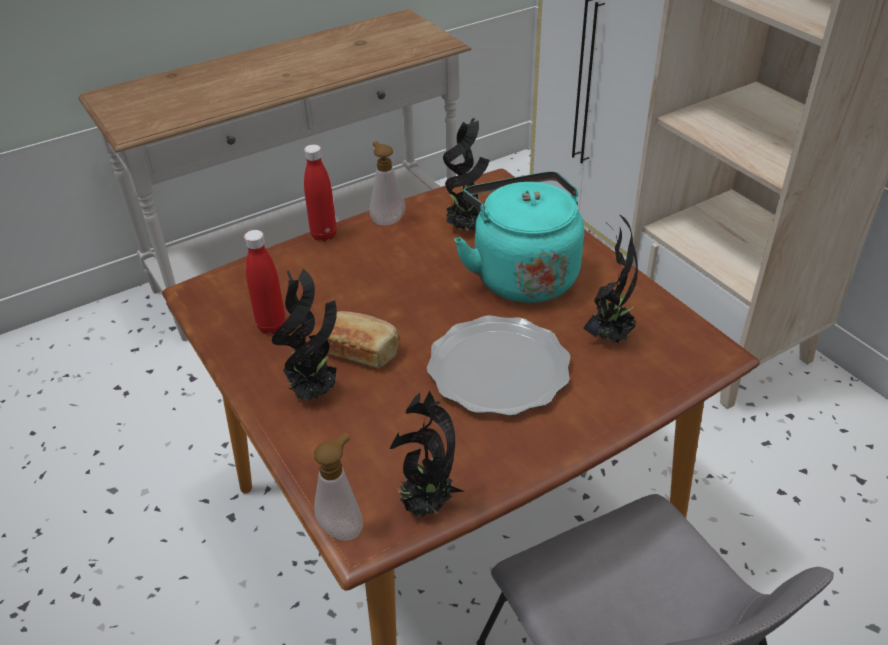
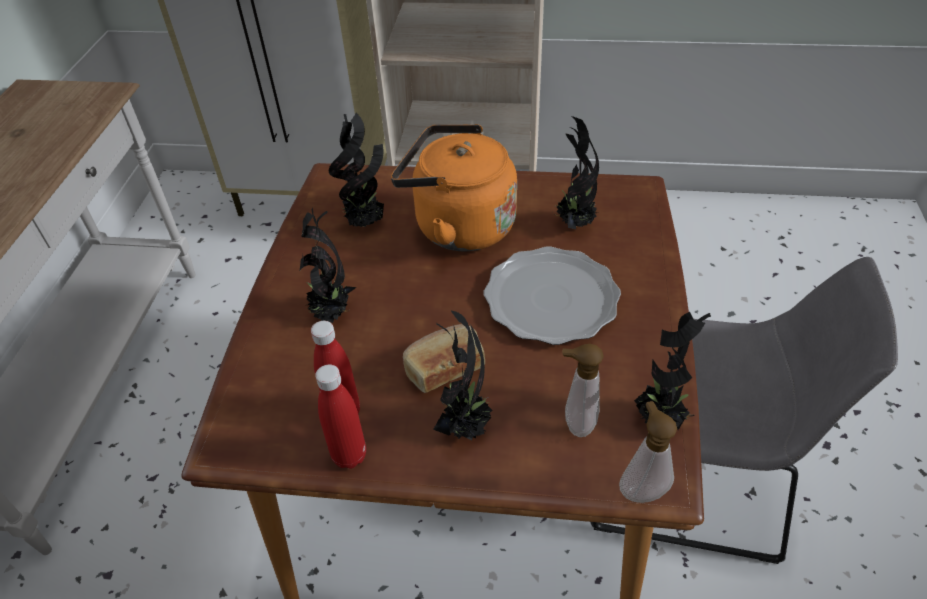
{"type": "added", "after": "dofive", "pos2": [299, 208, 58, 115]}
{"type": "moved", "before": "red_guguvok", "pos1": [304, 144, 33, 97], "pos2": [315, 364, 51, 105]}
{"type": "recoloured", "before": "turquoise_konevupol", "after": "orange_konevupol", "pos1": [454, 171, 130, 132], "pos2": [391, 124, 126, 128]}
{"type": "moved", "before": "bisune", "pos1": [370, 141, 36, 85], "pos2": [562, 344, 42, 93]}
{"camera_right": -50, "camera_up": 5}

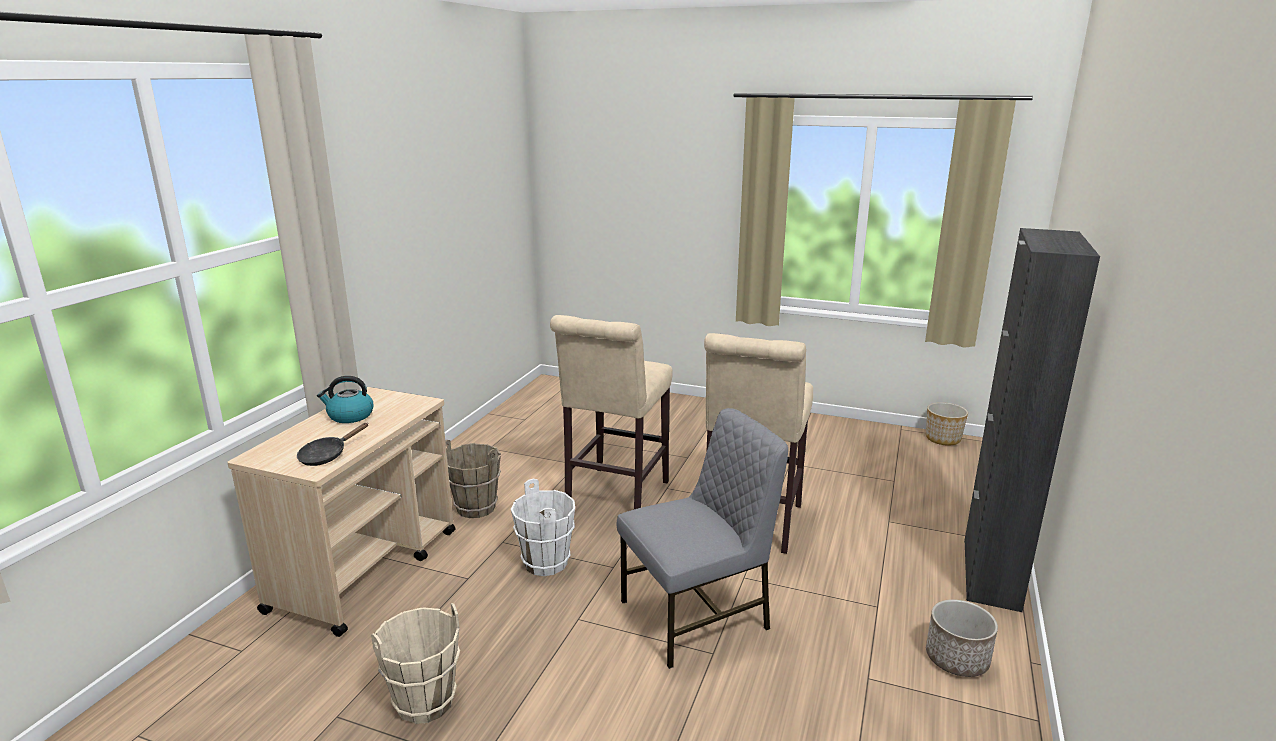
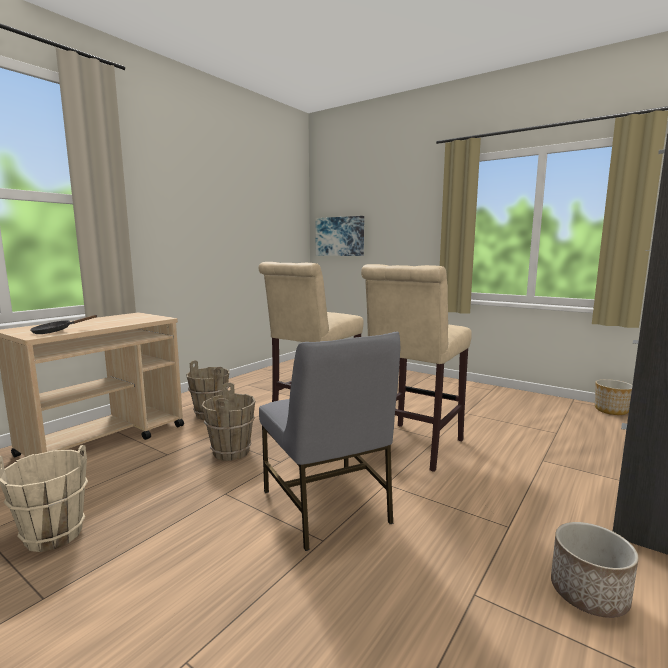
{"type": "recoloured", "before": "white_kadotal", "after": "brown_kadotal", "pos1": [511, 479, 64, 97], "pos2": [202, 383, 53, 78]}
{"type": "turned", "before": "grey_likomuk", "pos1": [616, 408, 172, 261], "pos2": [259, 332, 141, 219], "turn": 75}
{"type": "added", "after": "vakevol", "pos2": [315, 216, 49, 40]}
{"type": "removed", "before": "konevupol", "pos1": [317, 376, 56, 47]}
{"camera_right": 15, "camera_up": -10}

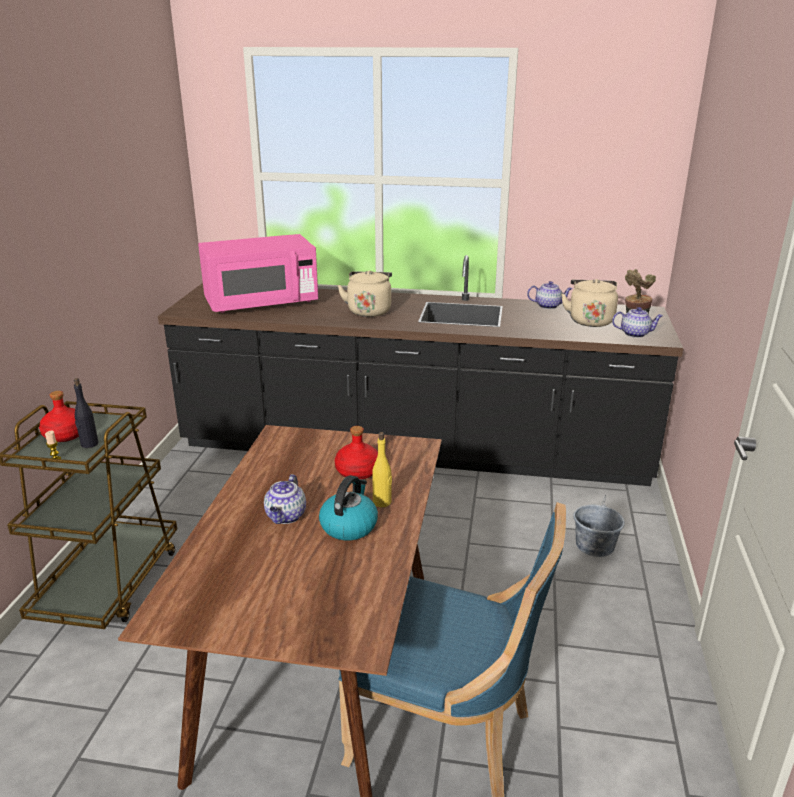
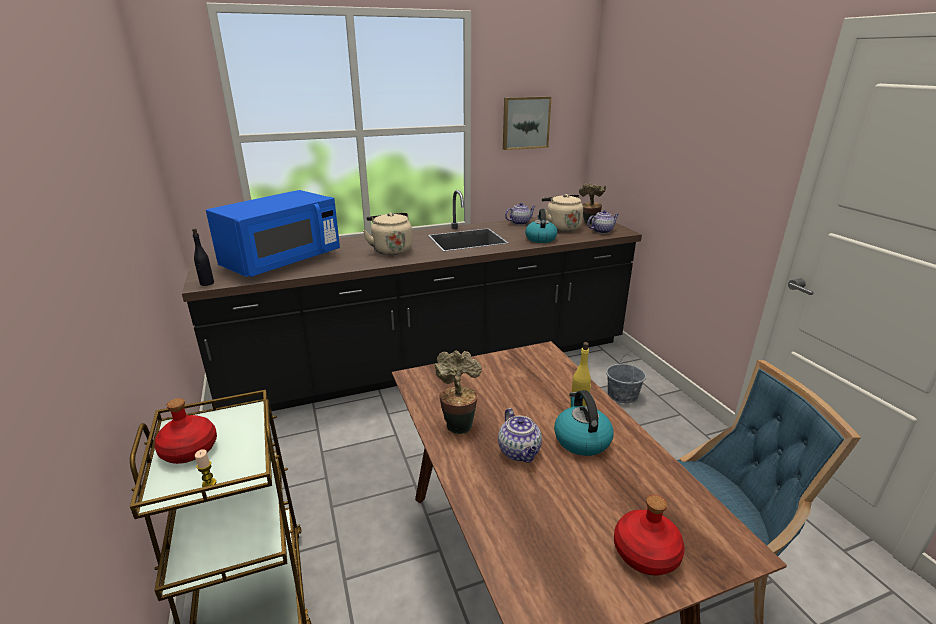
{"type": "moved", "before": "black_guguvok", "pos1": [74, 378, 24, 70], "pos2": [192, 228, 22, 58]}
{"type": "recoloured", "before": "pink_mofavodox", "after": "blue_mofavodox", "pos1": [198, 234, 120, 79], "pos2": [206, 190, 134, 87]}
{"type": "added", "after": "dofive", "pos2": [434, 350, 48, 84]}
{"type": "added", "after": "vakevol", "pos2": [503, 96, 49, 54]}
{"type": "added", "after": "konevupol", "pos2": [525, 209, 32, 34]}
{"type": "moved", "before": "red_guguvok", "pos1": [335, 426, 43, 53], "pos2": [614, 495, 71, 81]}
{"camera_right": -30, "camera_up": 0}

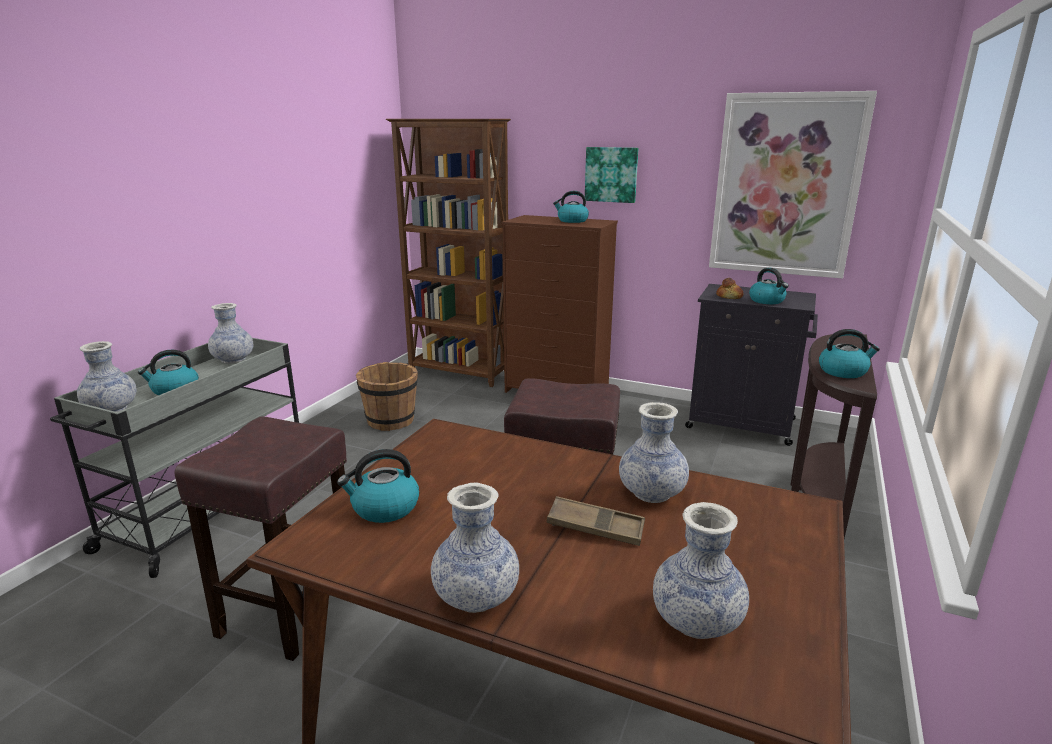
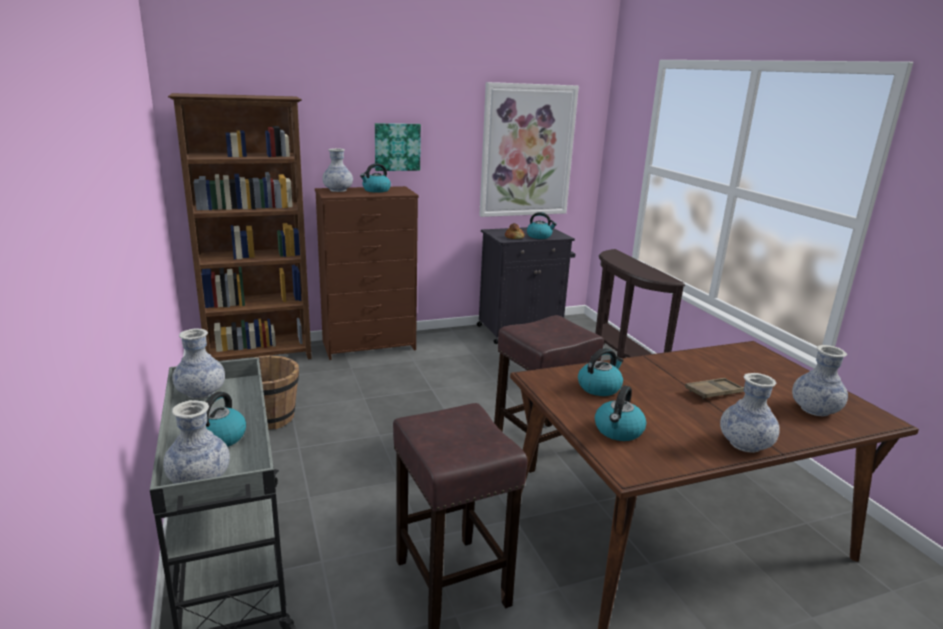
{"type": "moved", "before": "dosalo", "pos1": [619, 402, 70, 101], "pos2": [322, 148, 31, 44]}
{"type": "moved", "before": "konevupol", "pos1": [819, 329, 61, 49], "pos2": [578, 348, 46, 48]}
{"camera_right": -45, "camera_up": 0}

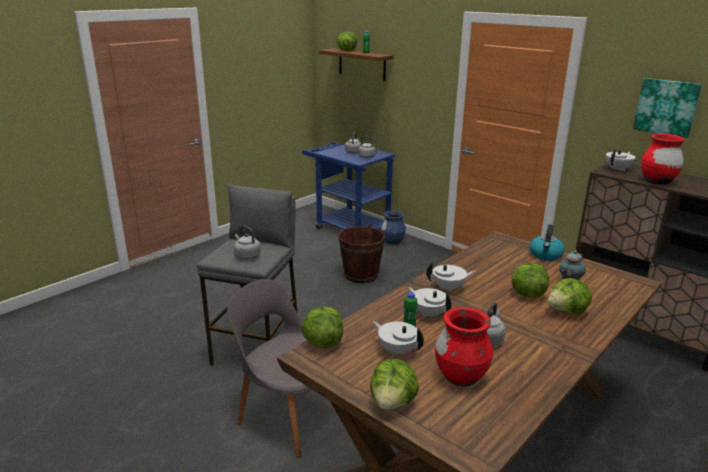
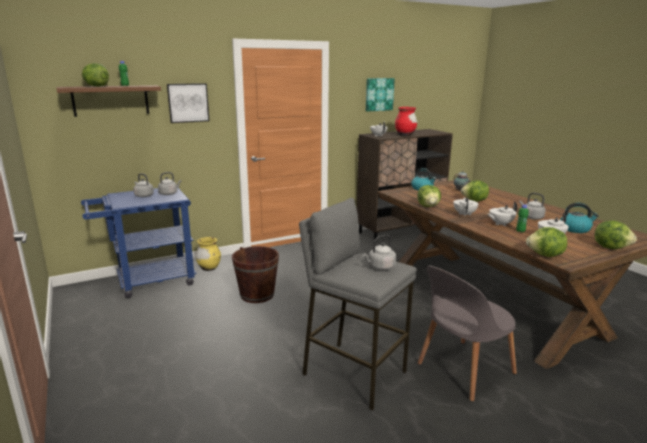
{"type": "added", "after": "vakevol", "pos2": [167, 83, 42, 40]}
{"type": "recoloured", "before": "blue_dosalo", "after": "yellow_dosalo", "pos1": [381, 211, 25, 34], "pos2": [195, 237, 26, 34]}
{"type": "moved", "before": "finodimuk", "pos1": [547, 278, 45, 37], "pos2": [417, 185, 24, 22]}
{"type": "replaced", "before": "red_dosalo", "after": "konevupol", "pos1": [435, 307, 58, 80], "pos2": [560, 203, 39, 30]}
{"camera_right": -70, "camera_up": -5}

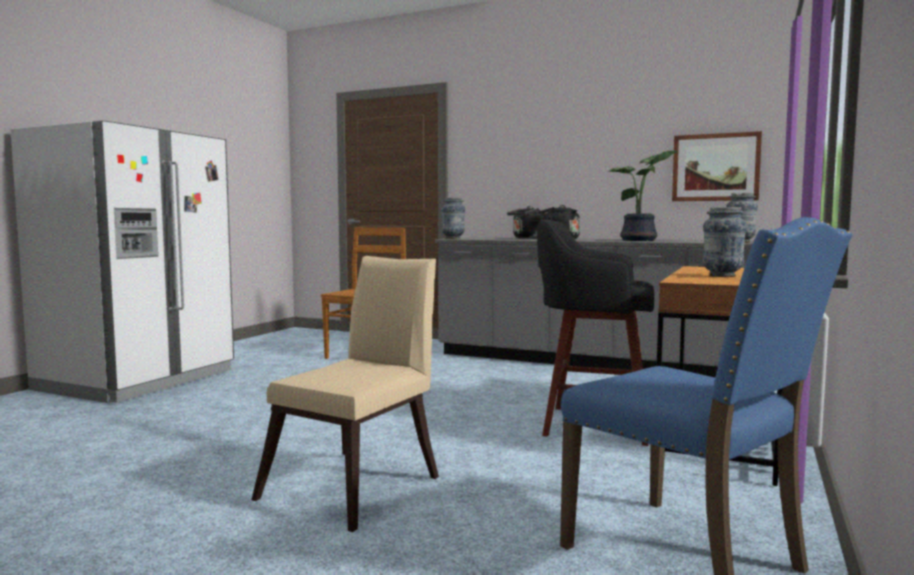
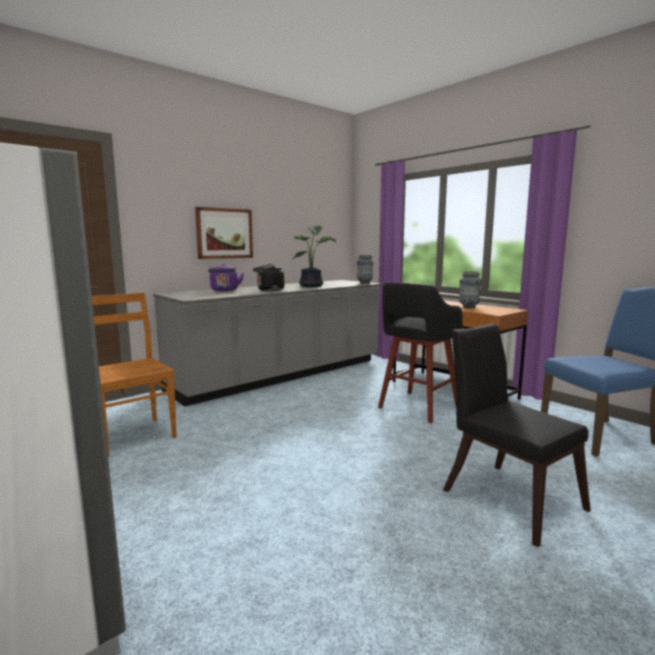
{"type": "moved", "before": "vakevol", "pos1": [672, 131, 90, 70], "pos2": [195, 207, 58, 52]}
{"type": "recoloured", "before": "black_konevupol", "after": "purple_konevupol", "pos1": [507, 206, 38, 33], "pos2": [208, 264, 36, 27]}
{"type": "recoloured", "before": "beige_likomuk", "after": "black_likomuk", "pos1": [251, 256, 188, 276], "pos2": [443, 323, 148, 224]}
{"type": "removed", "before": "dosalo", "pos1": [441, 198, 24, 41]}
{"camera_right": -65, "camera_up": 5}

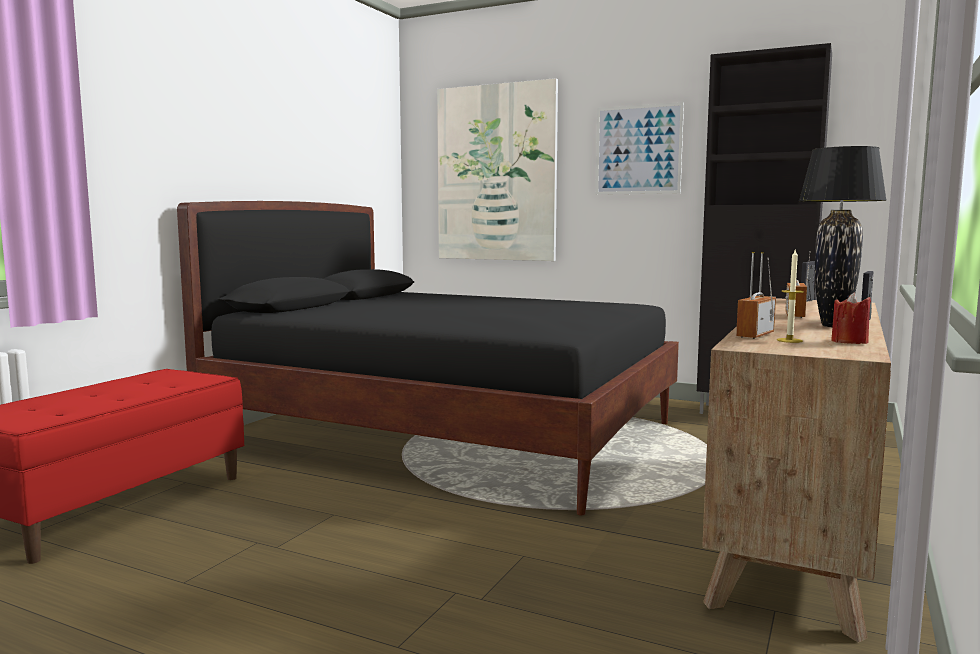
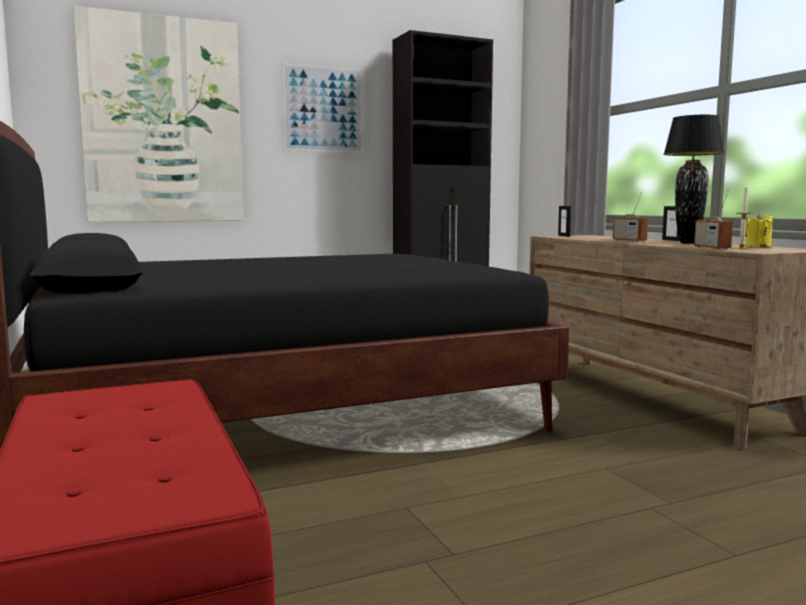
{"type": "recoloured", "before": "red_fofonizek", "after": "yellow_fofonizek", "pos1": [831, 293, 40, 51], "pos2": [745, 213, 28, 34]}
{"camera_right": -50, "camera_up": 0}

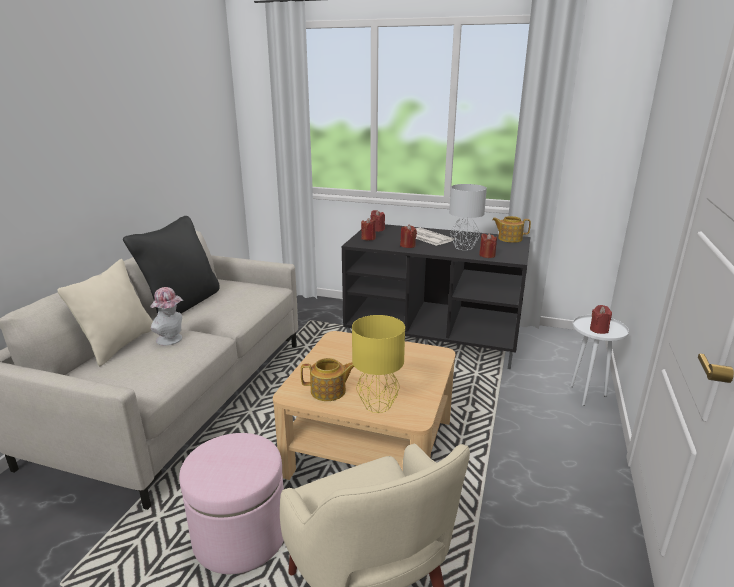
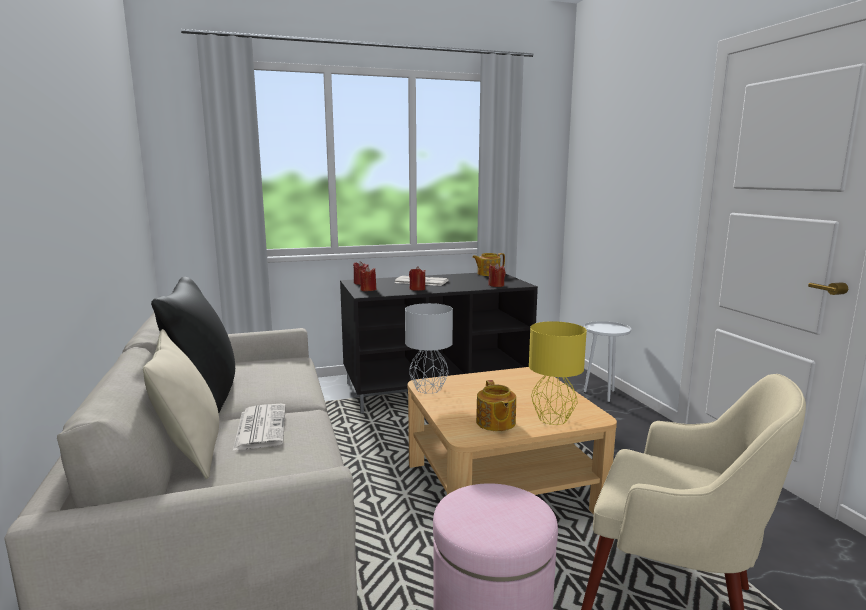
{"type": "replaced", "before": "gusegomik", "after": "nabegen", "pos1": [150, 287, 33, 58], "pos2": [233, 404, 53, 46]}
{"type": "moved", "before": "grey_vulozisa", "pos1": [449, 184, 38, 66], "pos2": [405, 303, 48, 91]}
{"type": "turned", "before": "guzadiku", "pos1": [301, 358, 53, 43], "pos2": [476, 380, 40, 51], "turn": 120}
{"type": "removed", "before": "red_fofonizek", "pos1": [590, 305, 22, 29]}
{"camera_right": -35, "camera_up": -10}

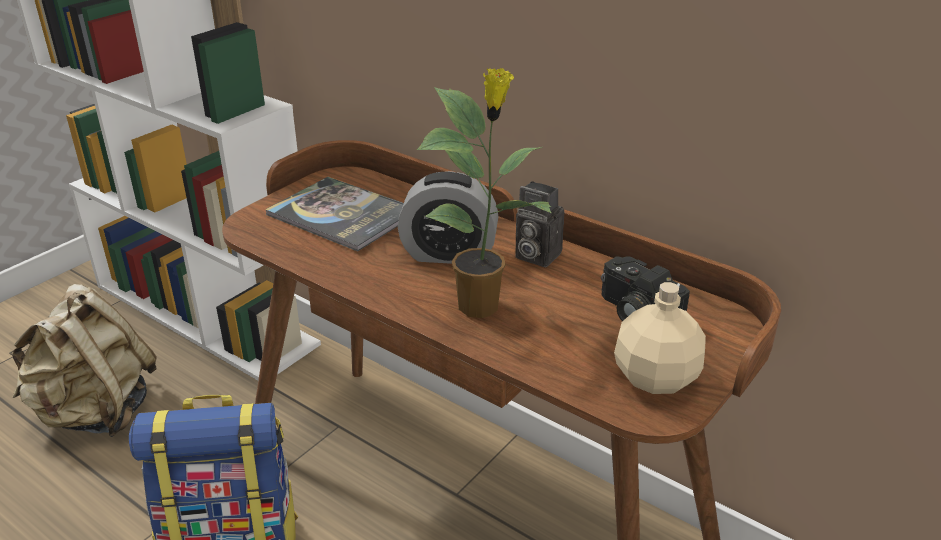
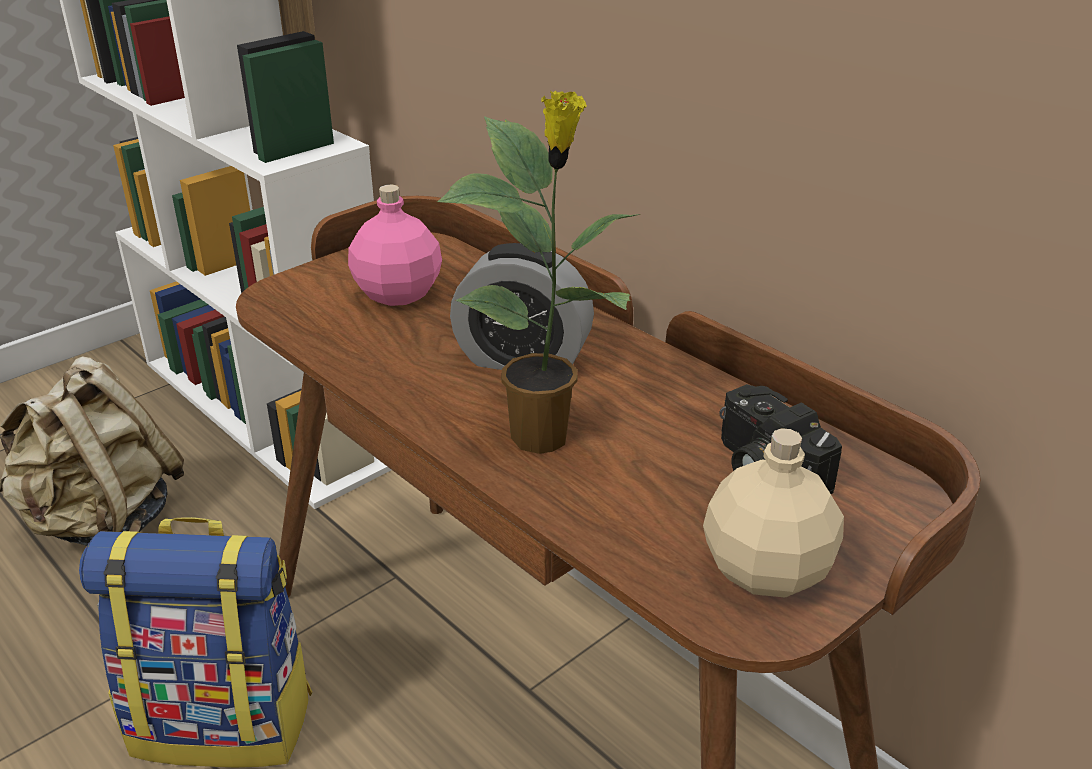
{"type": "replaced", "before": "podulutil", "after": "pink_guguvok", "pos1": [265, 177, 139, 74], "pos2": [348, 185, 94, 121]}
{"type": "removed", "before": "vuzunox", "pos1": [515, 181, 49, 86]}
{"camera_right": 10, "camera_up": 0}

